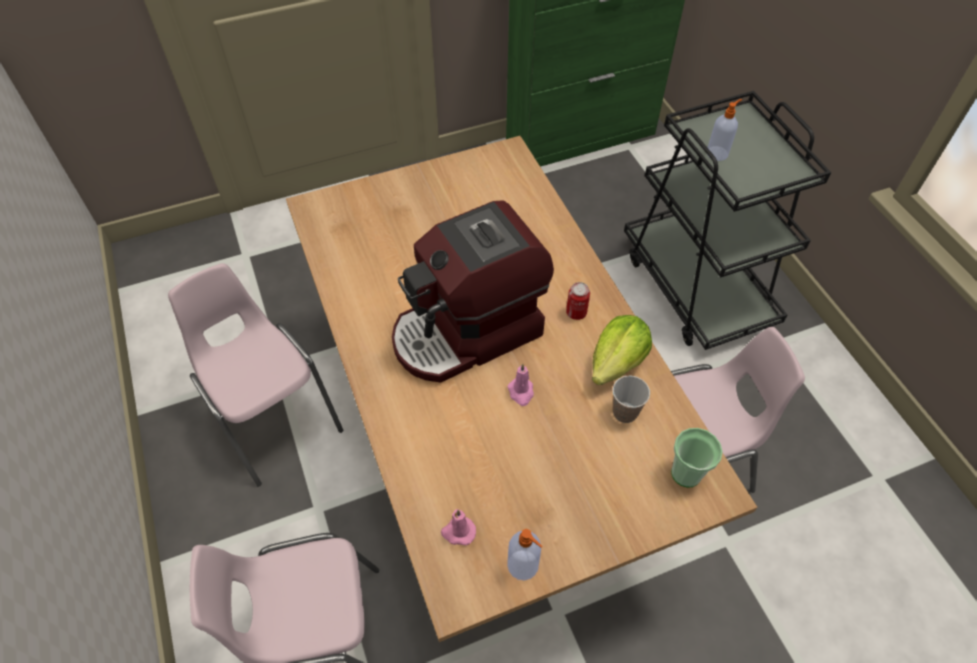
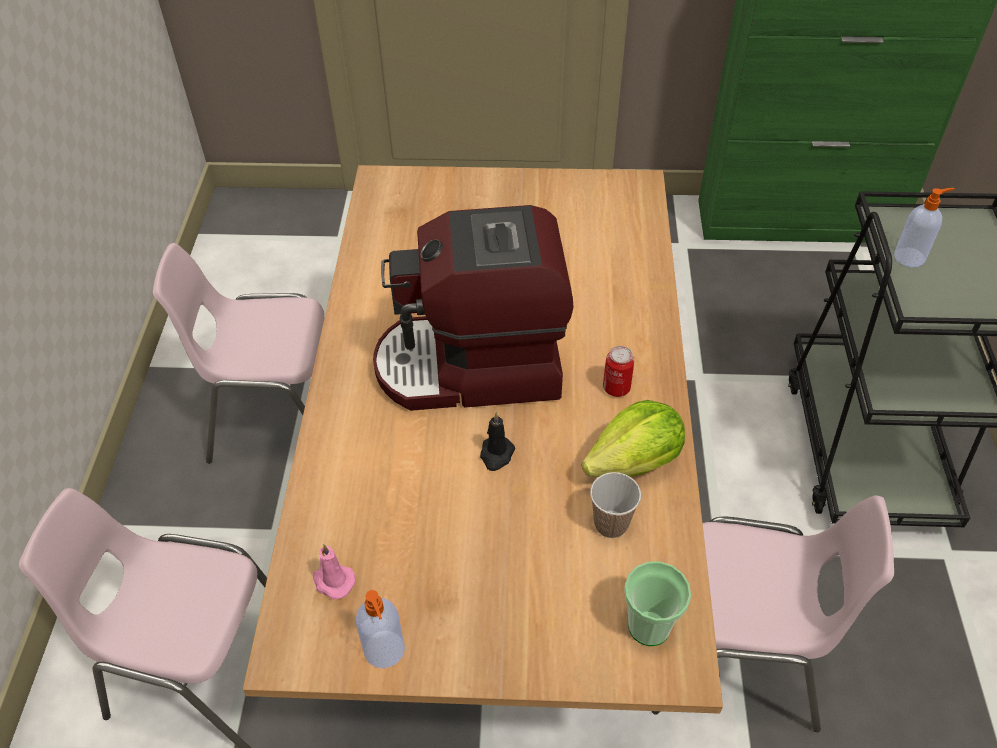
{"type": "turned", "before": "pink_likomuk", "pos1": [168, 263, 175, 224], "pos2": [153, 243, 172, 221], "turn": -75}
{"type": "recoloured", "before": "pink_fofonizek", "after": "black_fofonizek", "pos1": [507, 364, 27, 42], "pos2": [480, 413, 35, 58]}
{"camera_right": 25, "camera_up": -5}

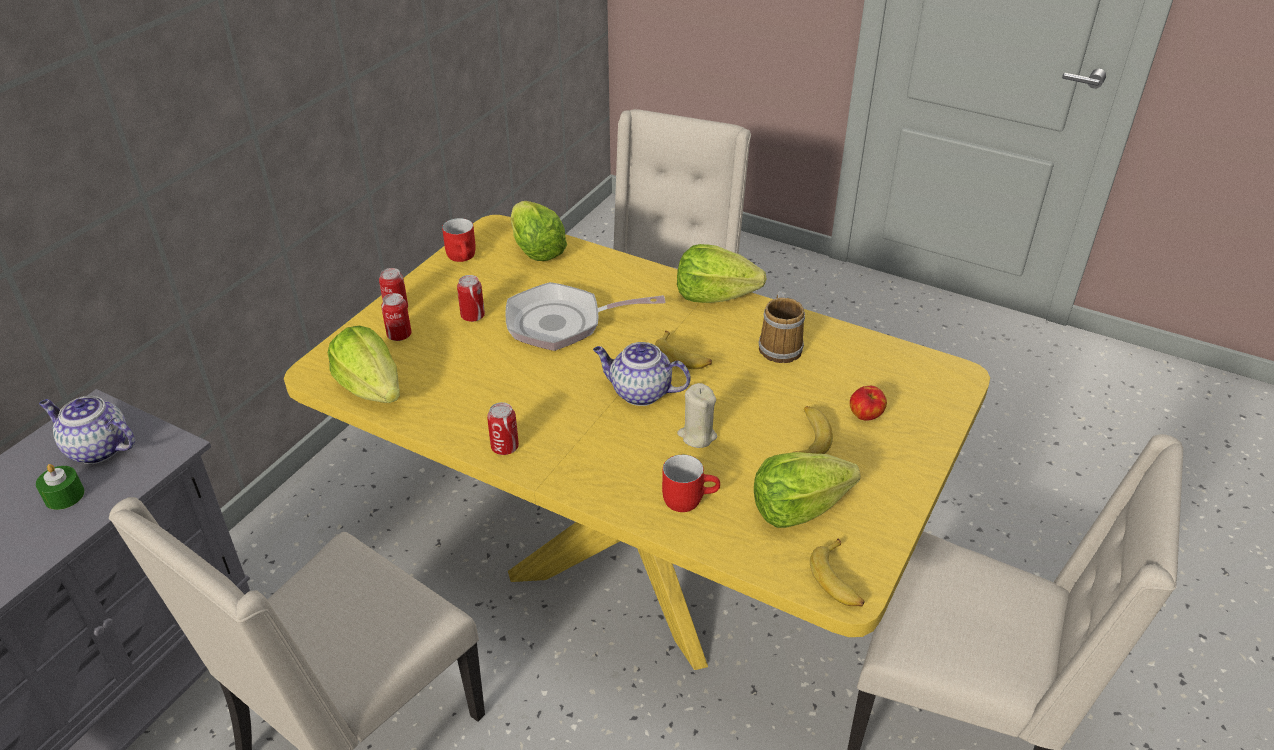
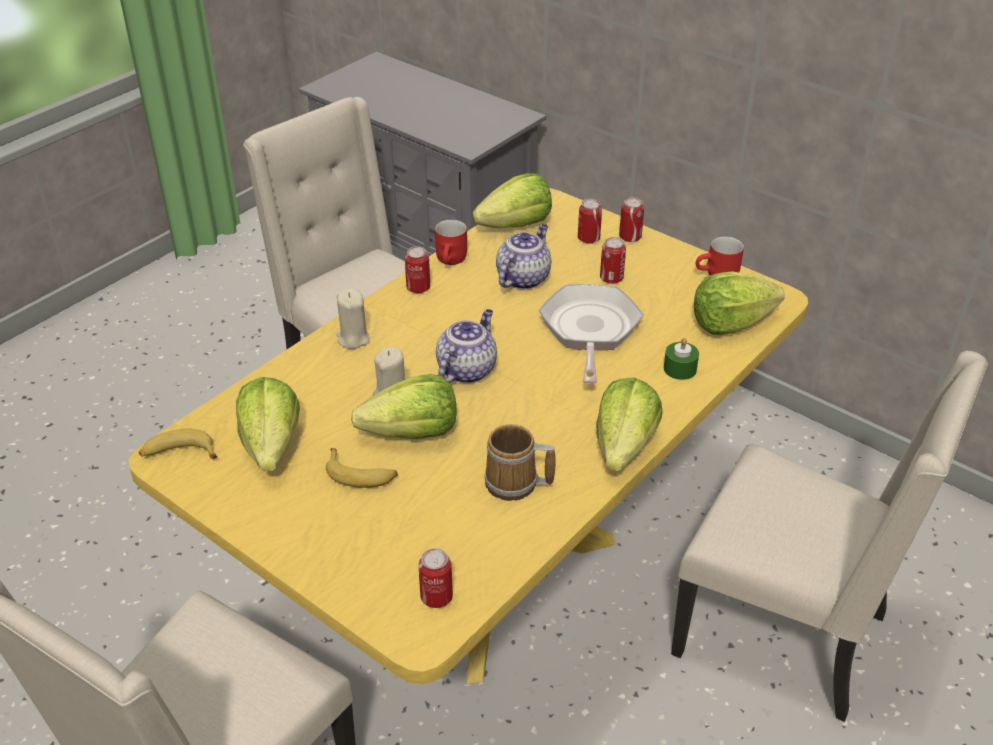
{"type": "added", "after": "beige_fofonizek", "pos2": [336, 289, 34, 60]}
{"type": "added", "after": "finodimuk", "pos2": [351, 374, 106, 65]}
{"type": "added", "after": "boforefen", "pos2": [419, 548, 34, 60]}
{"type": "moved", "before": "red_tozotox", "pos1": [662, 454, 58, 58], "pos2": [435, 220, 32, 45]}
{"type": "moved", "before": "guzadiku", "pos1": [39, 396, 96, 68], "pos2": [496, 224, 55, 65]}
{"type": "moved", "before": "green_fofonizek", "pos1": [36, 464, 49, 46], "pos2": [664, 338, 35, 42]}
{"type": "removed", "before": "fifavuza", "pos1": [655, 331, 57, 38]}
{"type": "removed", "before": "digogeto", "pos1": [850, 386, 37, 35]}
{"camera_right": 100, "camera_up": 0}

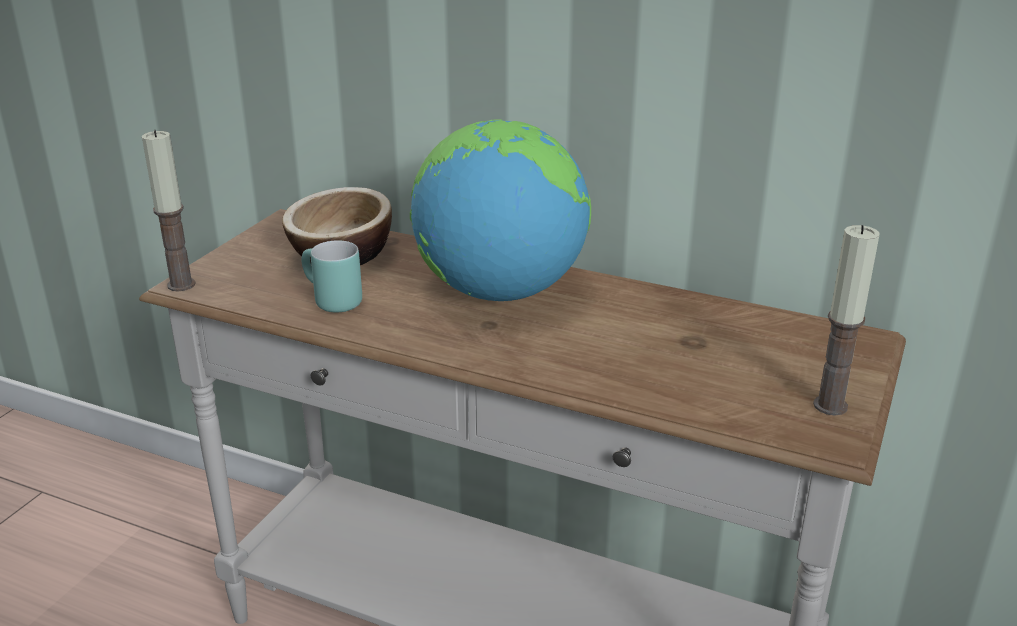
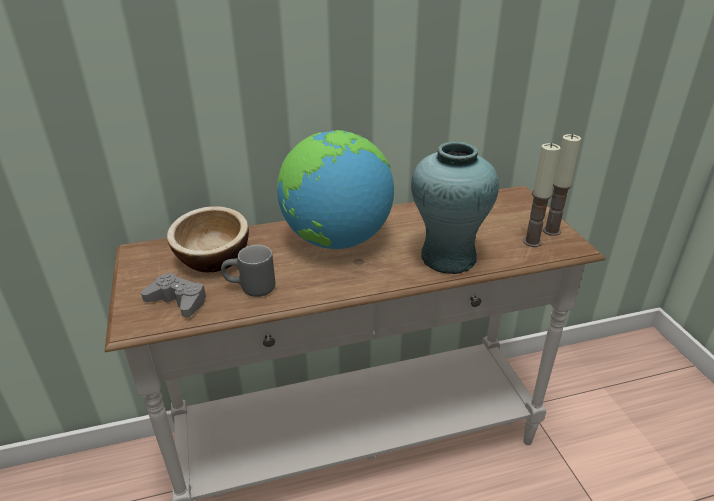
{"type": "added", "after": "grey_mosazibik", "pos2": [141, 273, 66, 44]}
{"type": "recoloured", "before": "turquoise_tozotox", "after": "grey_tozotox", "pos1": [302, 240, 60, 73], "pos2": [221, 245, 54, 52]}
{"type": "added", "after": "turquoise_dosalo", "pos2": [411, 141, 88, 133]}
{"type": "moved", "before": "fofonizek", "pos1": [142, 130, 54, 161], "pos2": [523, 143, 38, 104]}
{"camera_right": -40, "camera_up": 5}

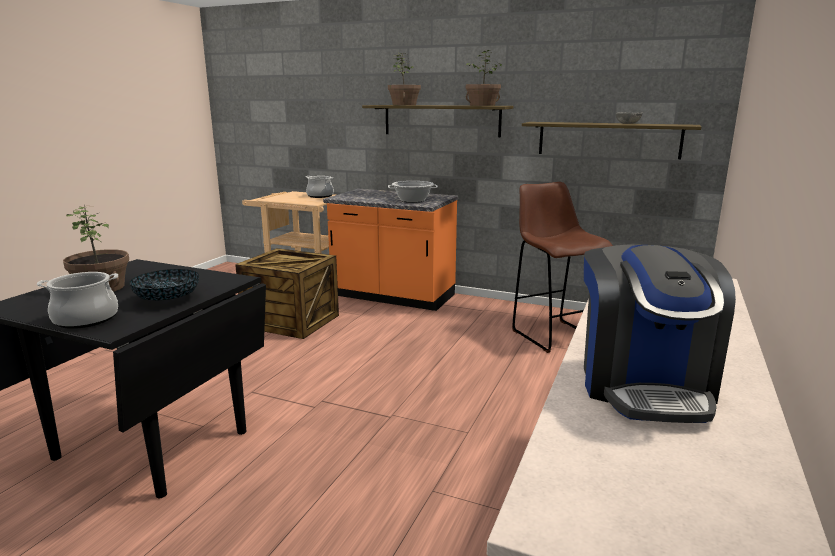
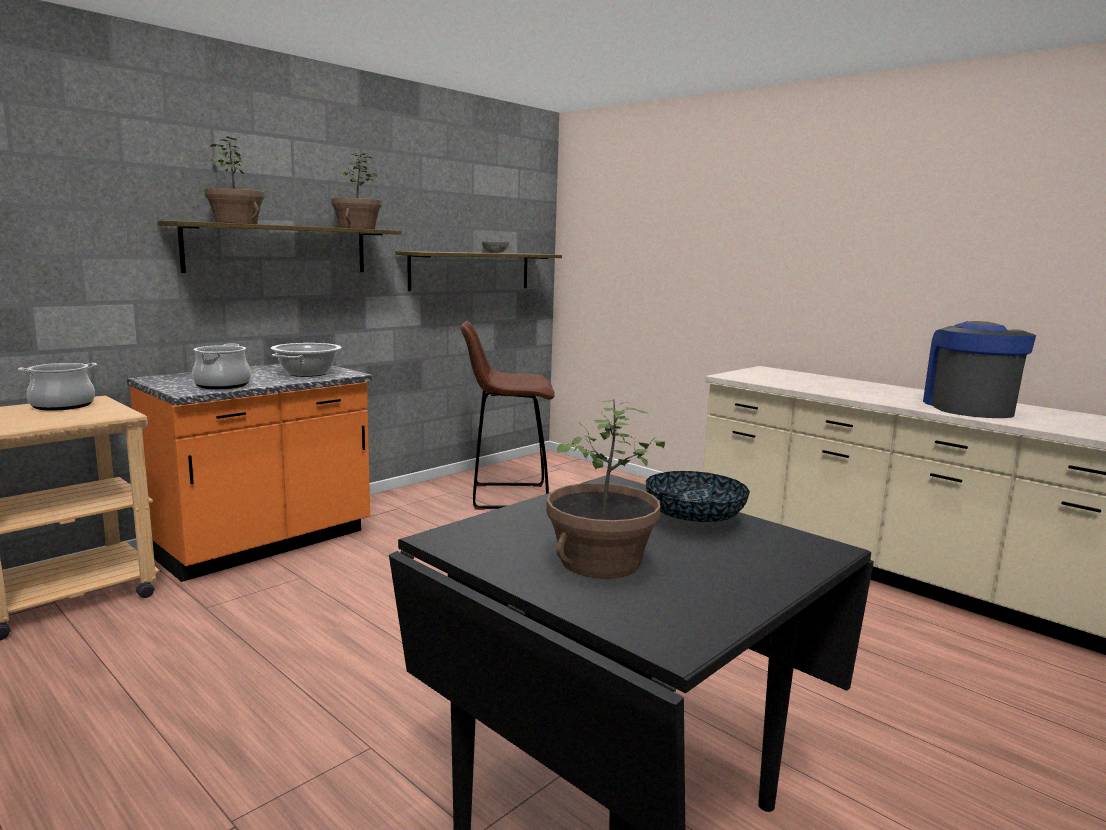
{"type": "moved", "before": "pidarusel", "pos1": [37, 272, 81, 57], "pos2": [192, 344, 59, 45]}
{"type": "turned", "before": "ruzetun", "pos1": [584, 245, 152, 178], "pos2": [923, 321, 113, 97], "turn": -105}
{"type": "removed", "before": "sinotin", "pos1": [235, 248, 104, 91]}
{"camera_right": -70, "camera_up": -5}

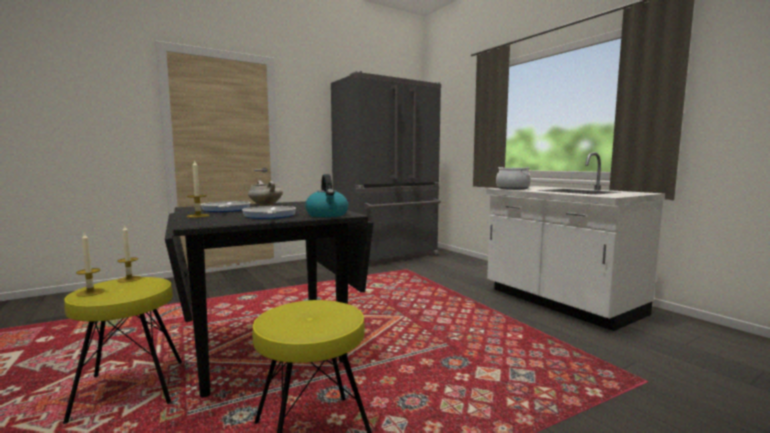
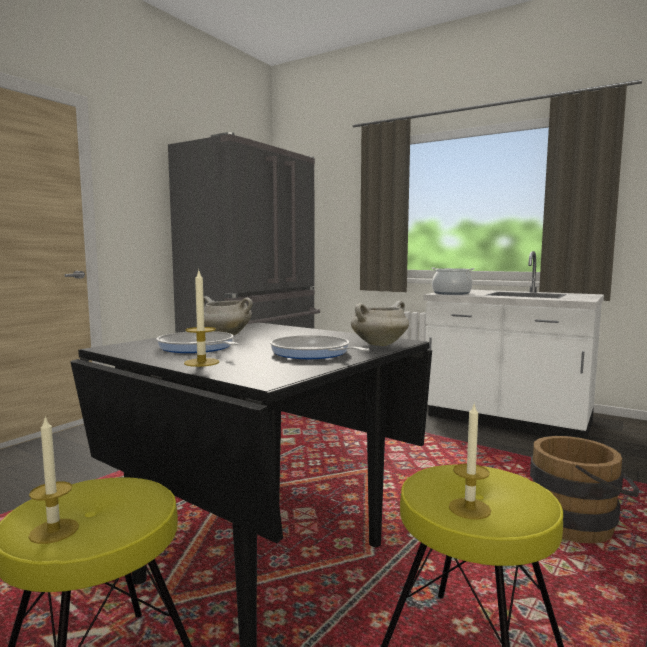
{"type": "replaced", "before": "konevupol", "after": "white_pidarusel", "pos1": [305, 174, 43, 43], "pos2": [351, 301, 58, 45]}
{"type": "moved", "before": "fofonizek", "pos1": [117, 226, 25, 56], "pos2": [449, 402, 42, 117]}
{"type": "added", "after": "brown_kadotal", "pos2": [530, 436, 109, 108]}
{"camera_right": -25, "camera_up": 0}

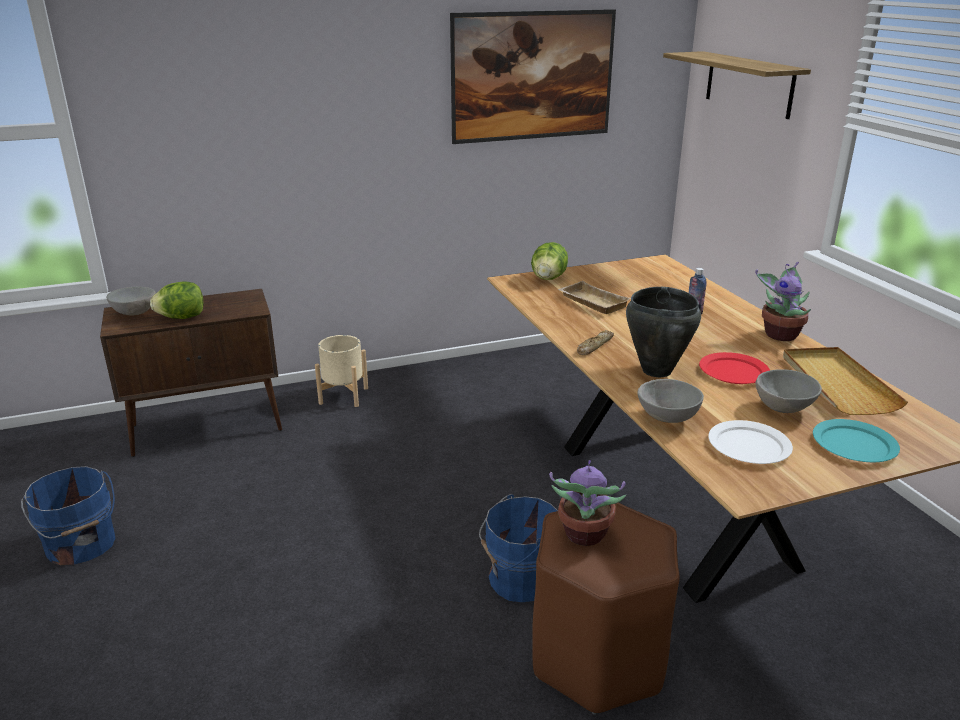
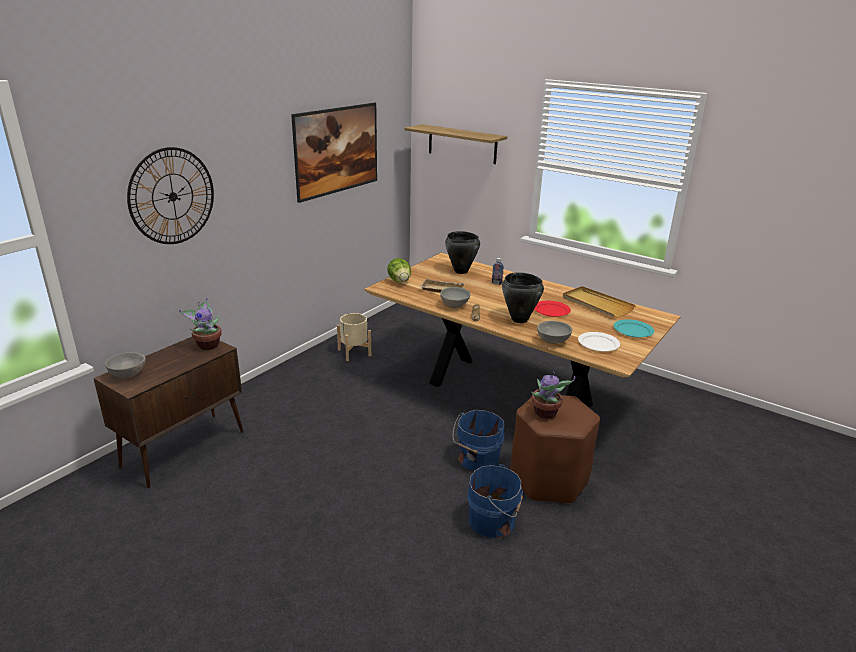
{"type": "added", "after": "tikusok", "pos2": [127, 147, 87, 97]}
{"type": "moved", "before": "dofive", "pos1": [755, 262, 56, 79], "pos2": [179, 297, 43, 53]}
{"type": "moved", "before": "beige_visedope", "pos1": [315, 335, 53, 72], "pos2": [337, 313, 34, 48]}
{"type": "moved", "before": "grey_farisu", "pos1": [755, 369, 67, 44], "pos2": [440, 287, 31, 21]}
{"type": "added", "after": "black_pidarusel", "pos2": [445, 231, 35, 43]}
{"type": "moved", "before": "blue_kadotal", "pos1": [21, 466, 94, 99], "pos2": [467, 464, 56, 74]}
{"type": "removed", "before": "finodimuk", "pos1": [150, 281, 53, 38]}
{"camera_right": -35, "camera_up": 0}

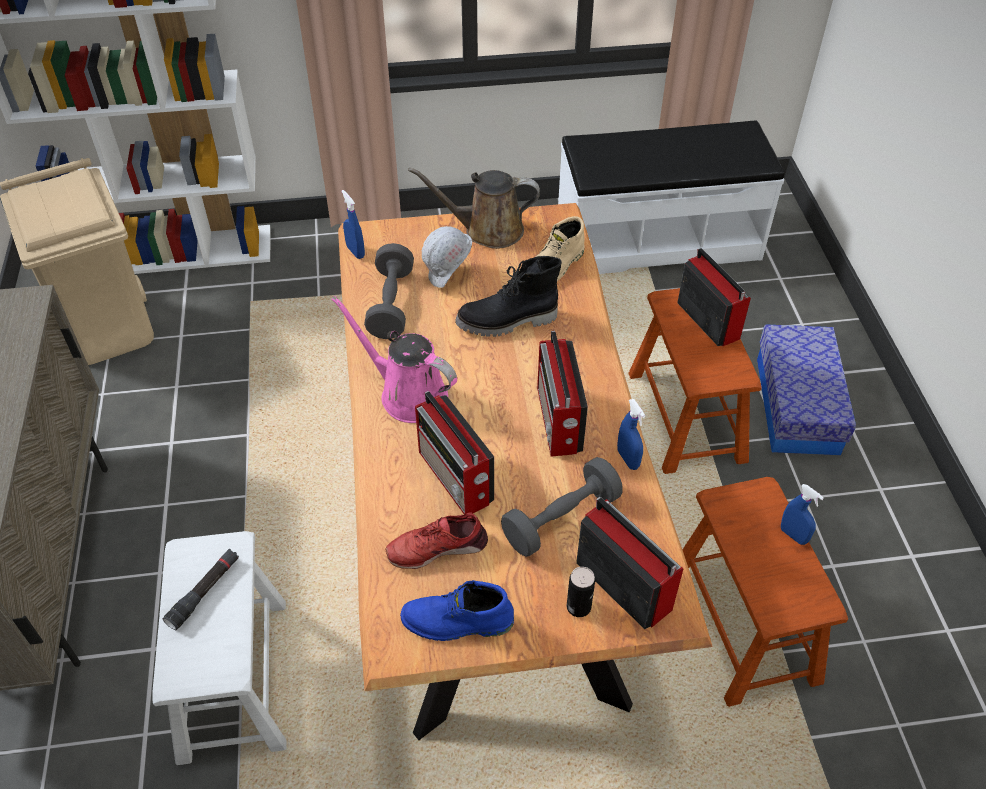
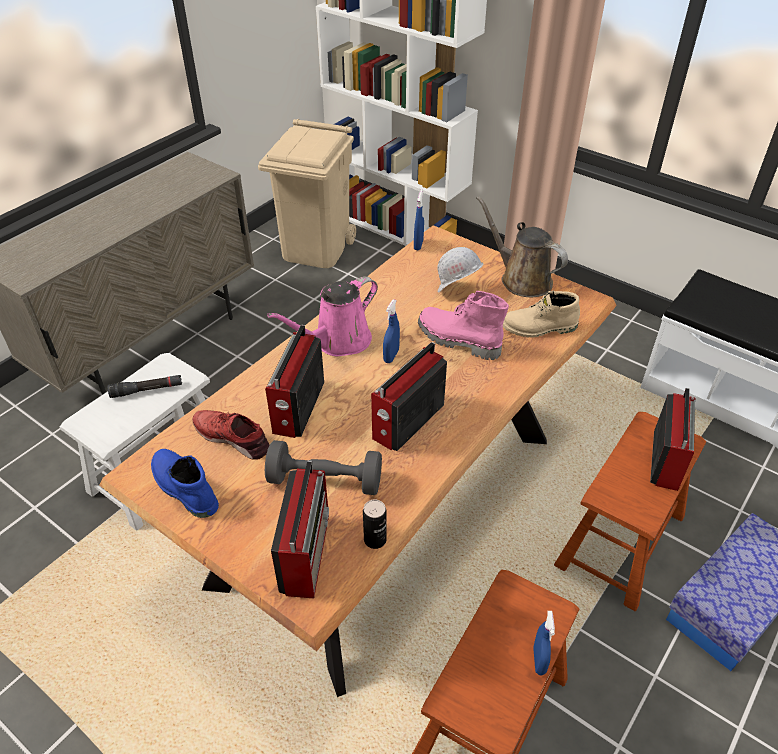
{"type": "turned", "before": "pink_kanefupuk", "pos1": [332, 296, 125, 127], "pos2": [267, 276, 111, 80], "turn": -120}
{"type": "moved", "before": "boforefen", "pos1": [567, 567, 28, 50], "pos2": [363, 500, 24, 49]}
{"type": "moved", "before": "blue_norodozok", "pos1": [617, 399, 29, 71], "pos2": [383, 299, 17, 64]}
{"type": "recoloured", "before": "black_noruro", "after": "pink_noruro", "pos1": [455, 256, 107, 81], "pos2": [418, 291, 91, 69]}
{"type": "removed", "before": "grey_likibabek", "pos1": [364, 243, 50, 96]}
{"camera_right": 45, "camera_up": -5}

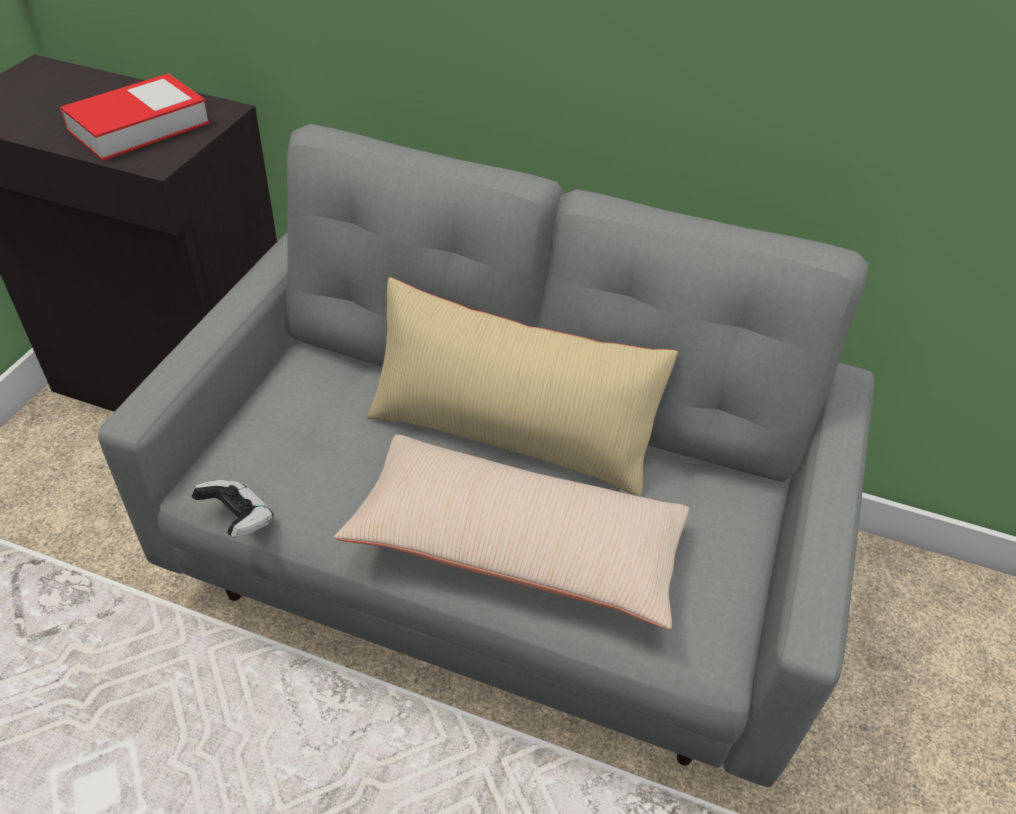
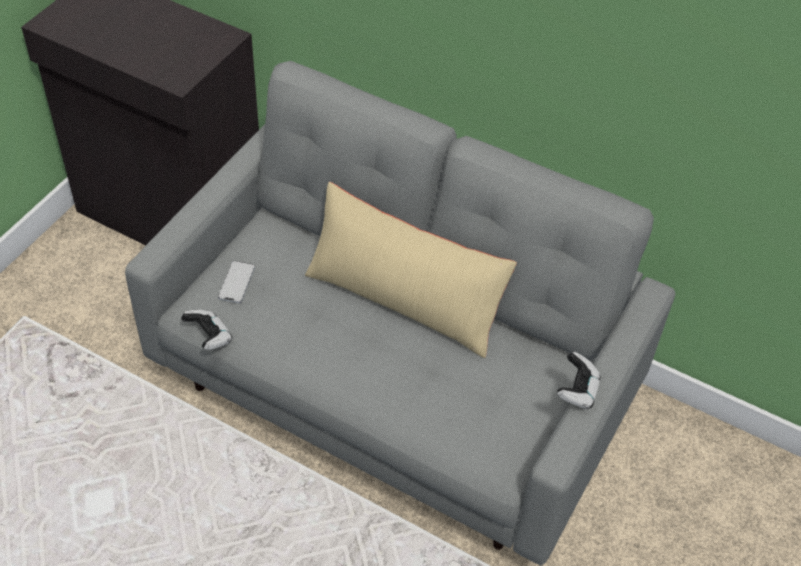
{"type": "added", "after": "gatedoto", "pos2": [218, 261, 37, 42]}
{"type": "added", "after": "mosazibik", "pos2": [557, 352, 43, 57]}
{"type": "removed", "before": "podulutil", "pos1": [60, 73, 150, 88]}
{"type": "removed", "before": "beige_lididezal", "pos1": [334, 434, 355, 196]}
{"camera_right": 10, "camera_up": 5}

